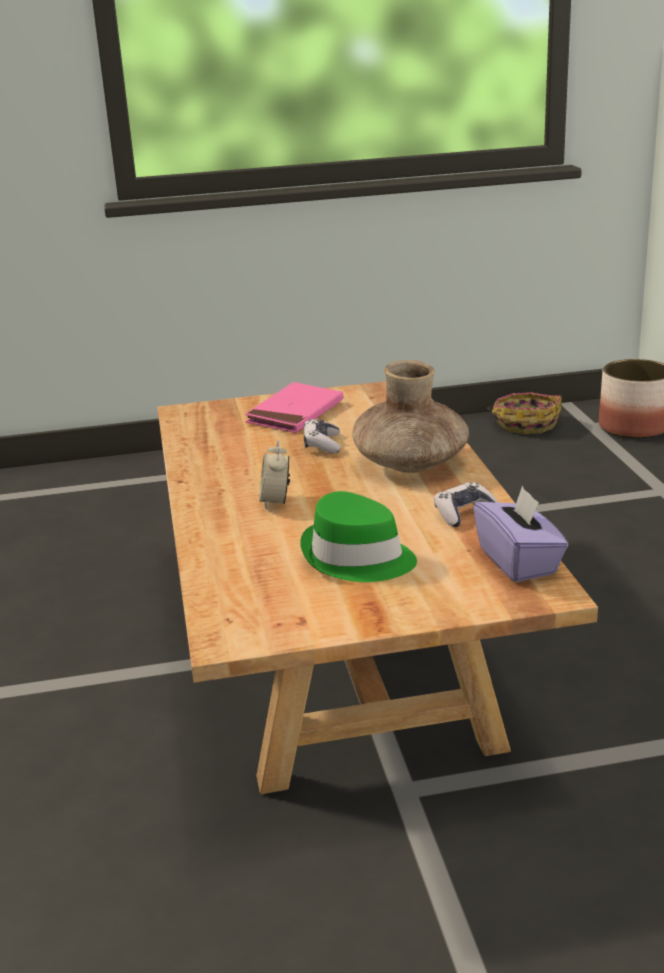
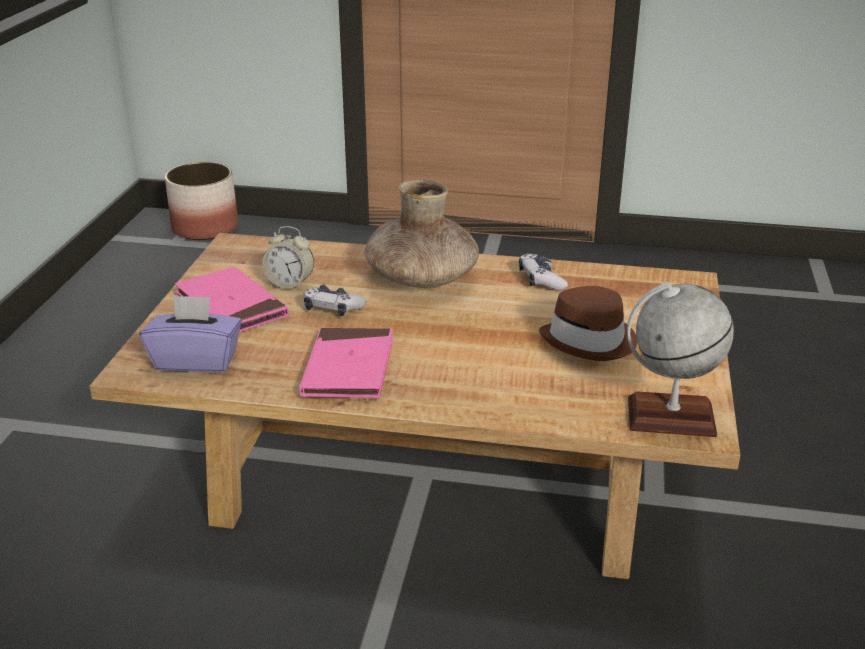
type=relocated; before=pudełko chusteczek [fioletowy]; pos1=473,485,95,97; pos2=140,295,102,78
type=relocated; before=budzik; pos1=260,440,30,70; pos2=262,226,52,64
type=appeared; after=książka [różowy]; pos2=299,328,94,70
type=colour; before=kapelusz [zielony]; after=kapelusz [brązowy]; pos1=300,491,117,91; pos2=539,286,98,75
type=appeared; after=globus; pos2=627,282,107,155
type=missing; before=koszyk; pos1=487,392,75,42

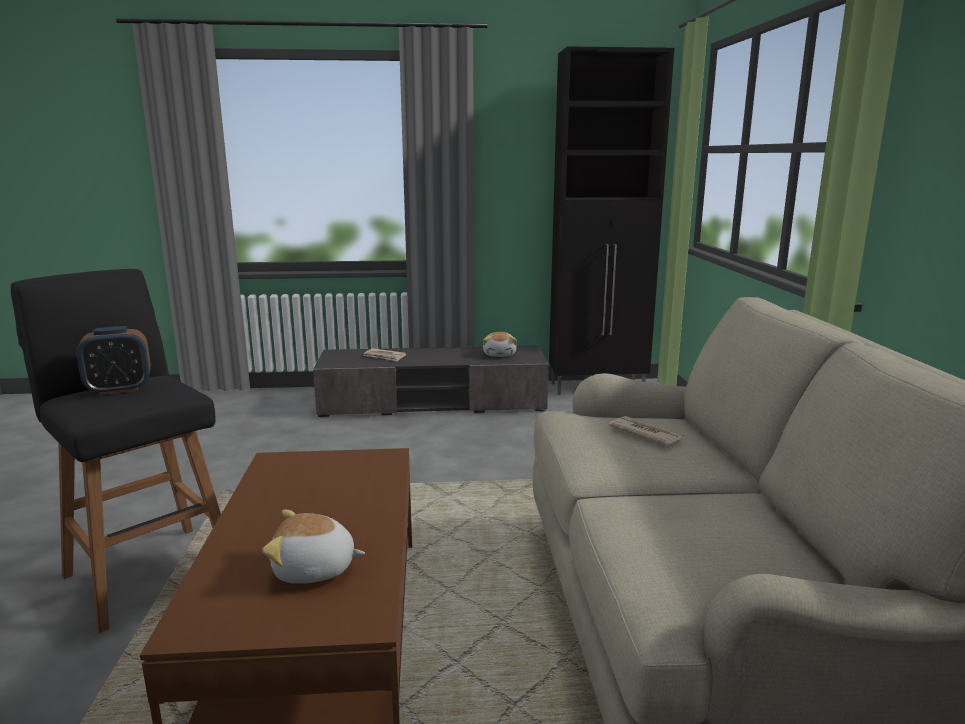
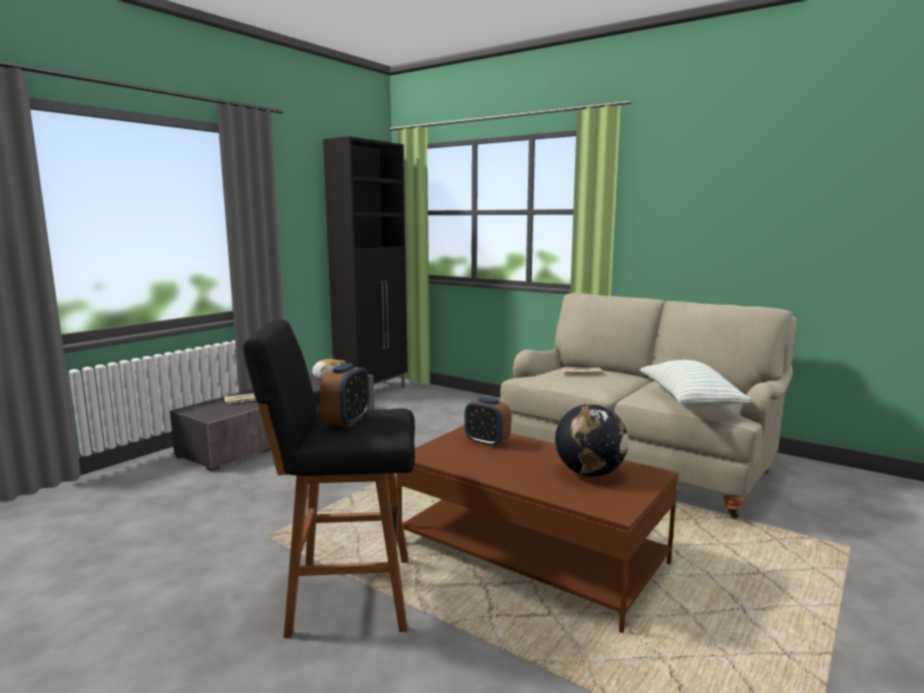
type=appeared; after=budzik; pos2=465,397,46,50
type=exchanged; before=pluszak; after=globus; pos1=262,510,103,74; pos2=555,404,74,73
type=appeared; after=poduszka; pos2=640,360,112,47

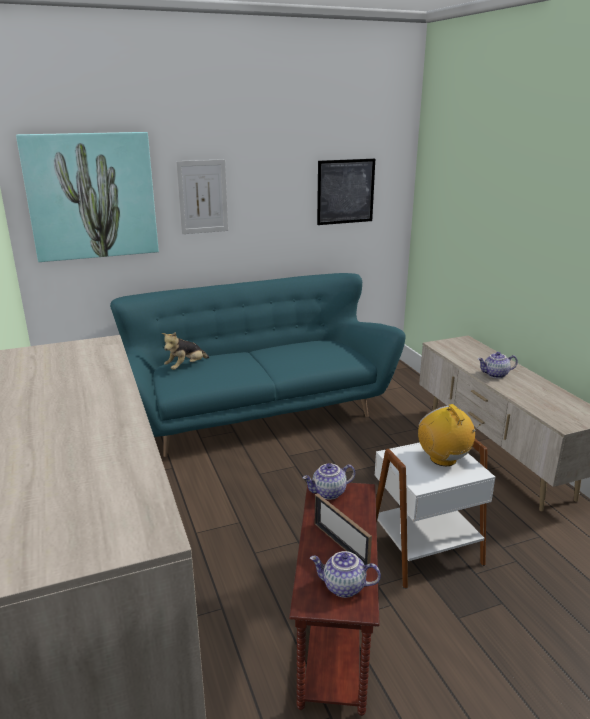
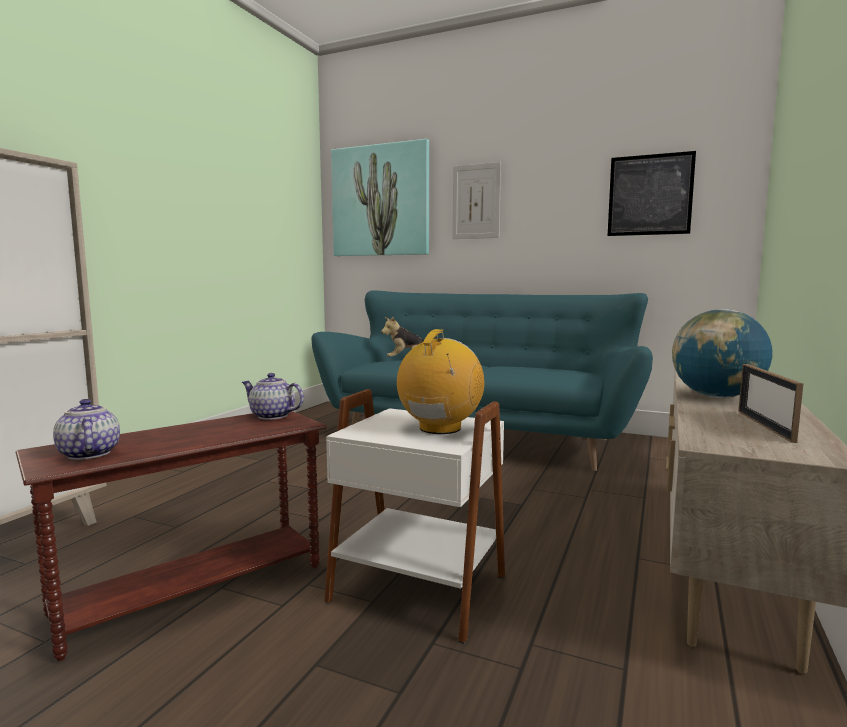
type=exchanged; before=imbryk; after=globus; pos1=478,352,40,26; pos2=672,309,100,89
type=relocated; before=ramka na zdjęcie; pos1=315,493,57,76; pos2=738,364,65,79

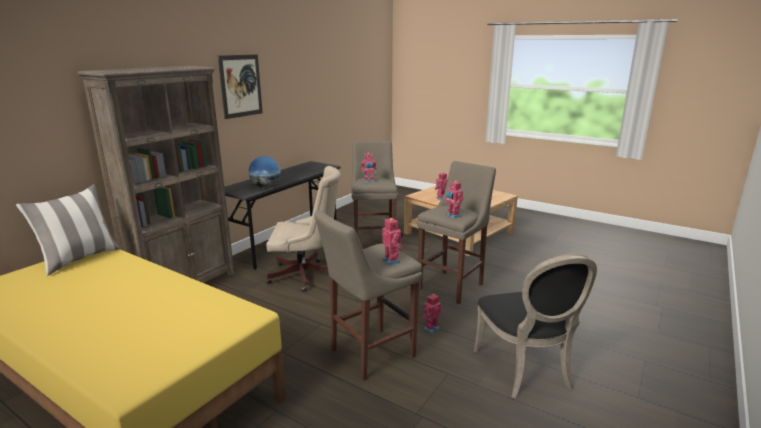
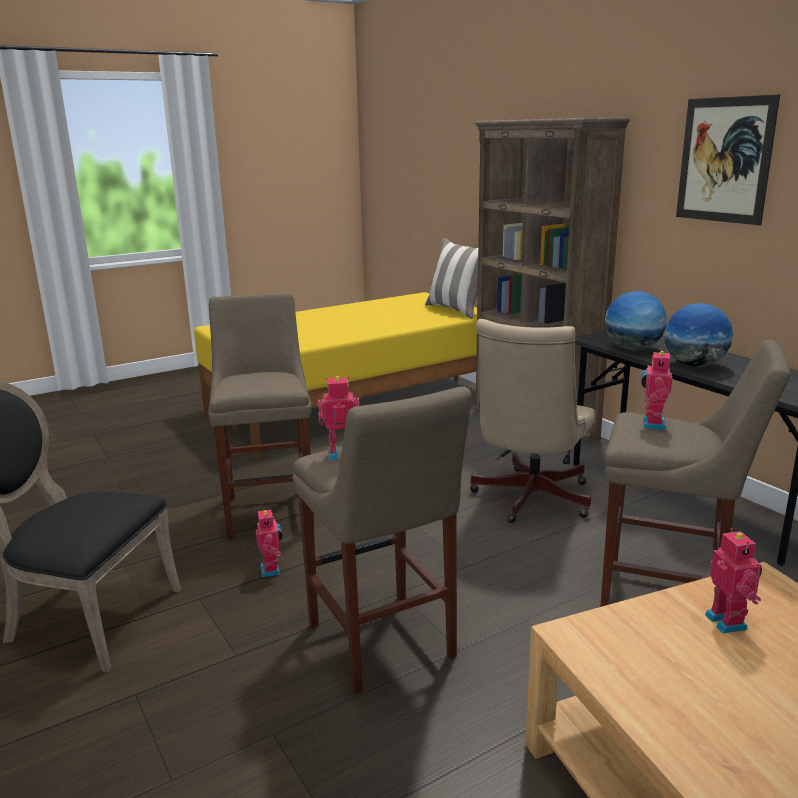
type=appeared; after=globus; pos2=665,303,68,64
type=missing; before=robot zabawkowy; pos1=382,217,21,48

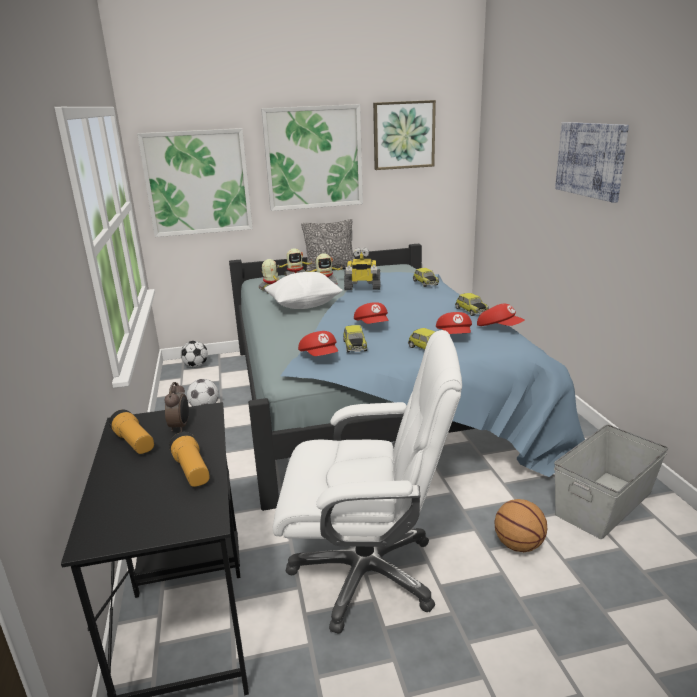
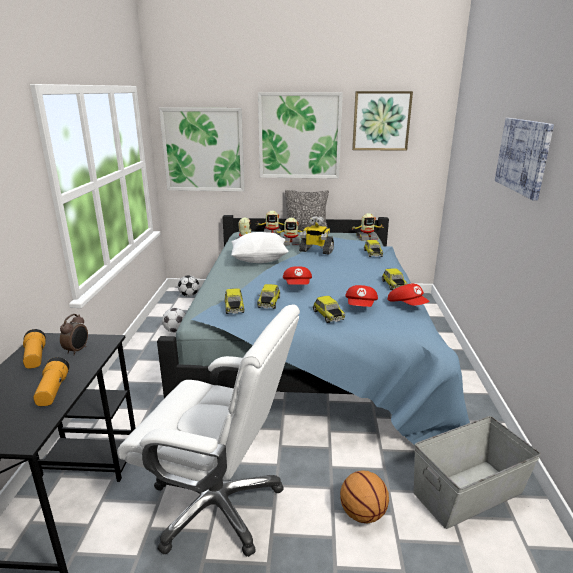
type=exchanged; before=czapka z daszkiem [czerwony]; after=samochodzik; pos1=298,331,40,25; pos2=224,288,20,26
type=appeared; after=robot zabawkowy; pos2=353,213,30,27

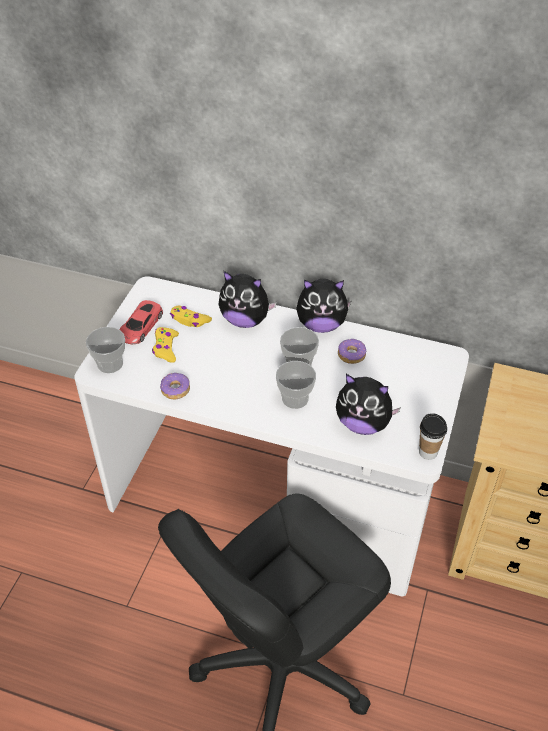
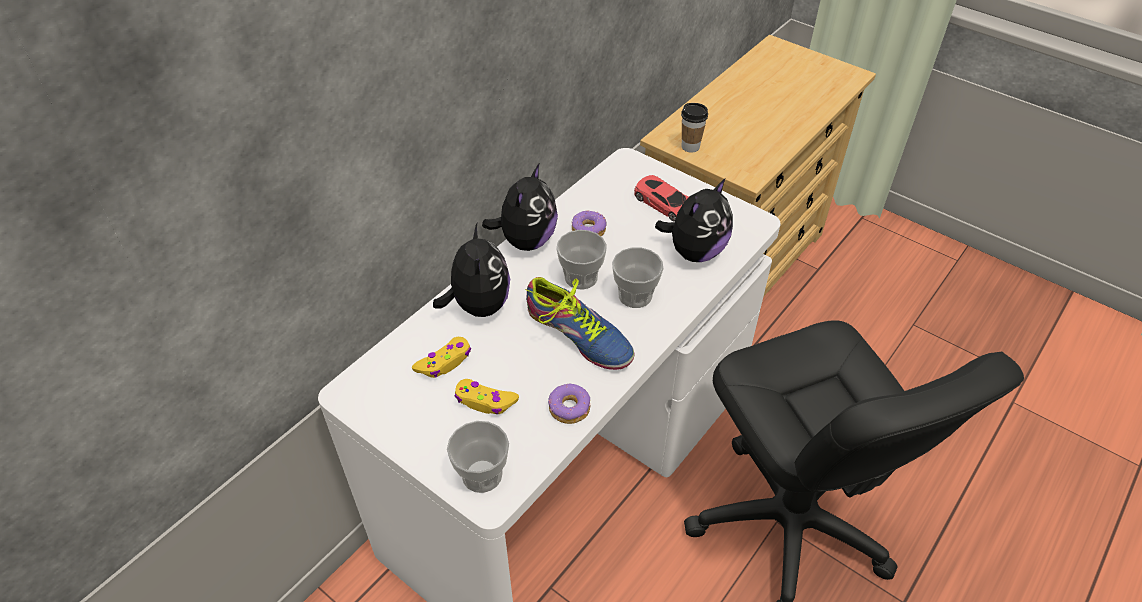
type=spun; before=pluszak; pos1=218,271,59,57; pos2=433,224,77,93; turn=-45
type=appeared; after=but; pos2=525,277,109,93
type=relocated; before=samochodzik [czerwony]; pos1=119,300,44,44; pos2=634,175,55,47
type=relocated; before=filiżanka; pos1=419,413,28,47; pos2=681,103,27,50

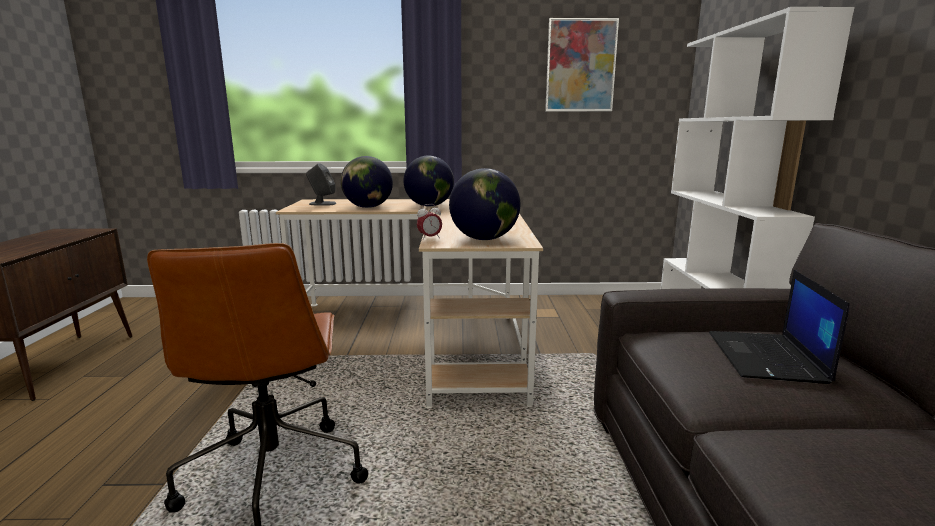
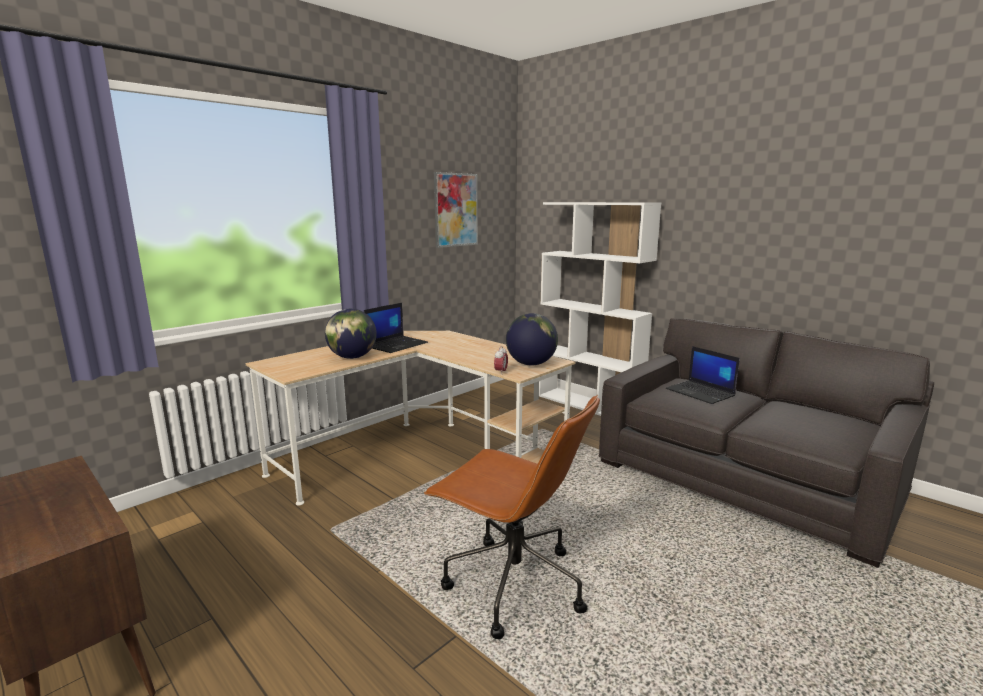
type=exchanged; before=globus; after=laptop; pos1=403,156,51,51; pos2=364,303,64,50
type=missing; before=głośnik [szary]; pos1=306,163,31,43

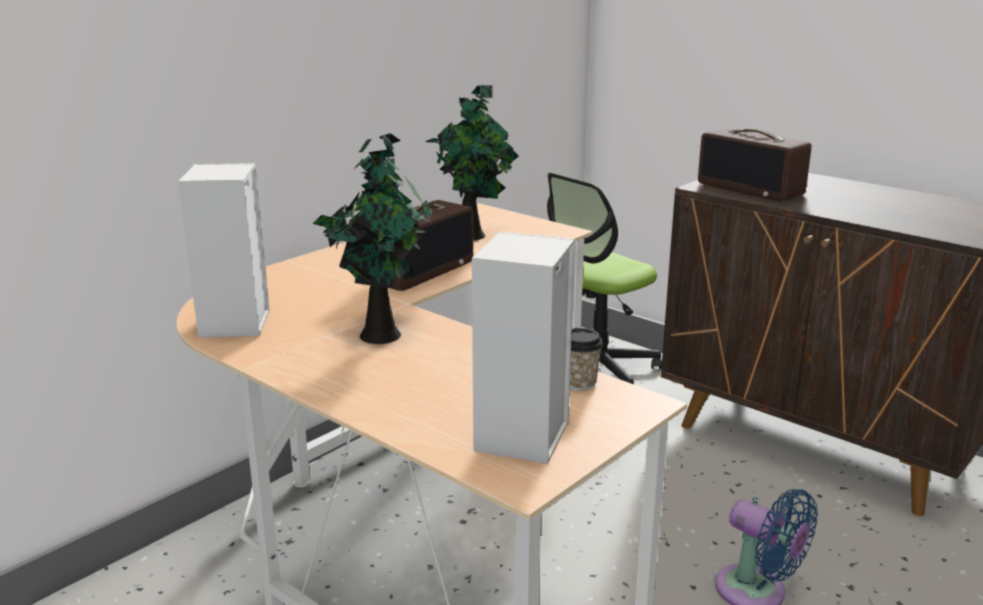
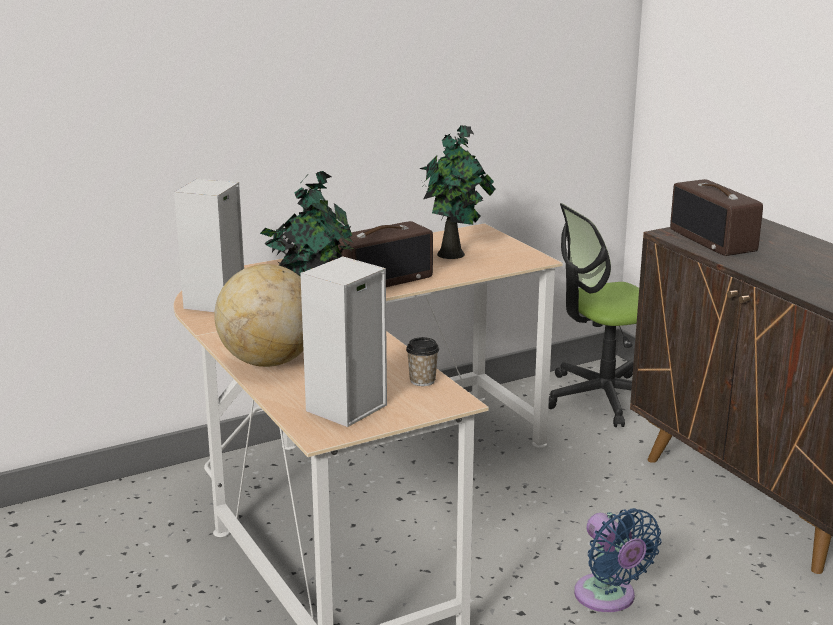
type=appeared; after=globus; pos2=214,264,90,103

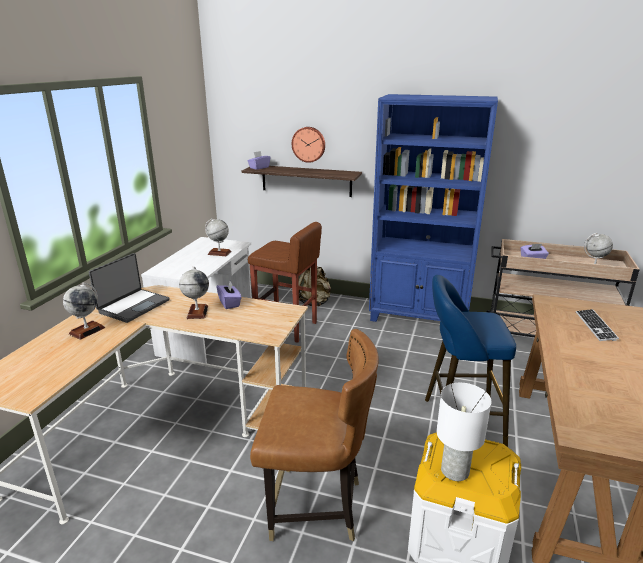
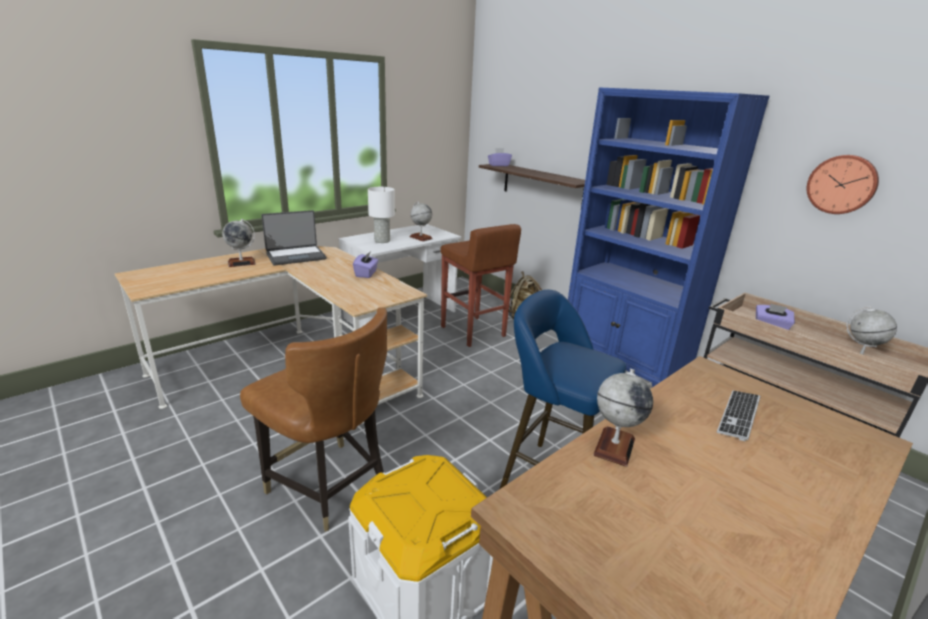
type=relocated; before=lampa stołowa [biały]; pos1=437,383,55,98; pos2=368,187,27,56
type=relocated; before=globus; pos1=179,267,30,52; pos2=593,369,60,98
type=relocated; before=zegar ścienny; pos1=292,127,33,36; pos2=807,155,72,59

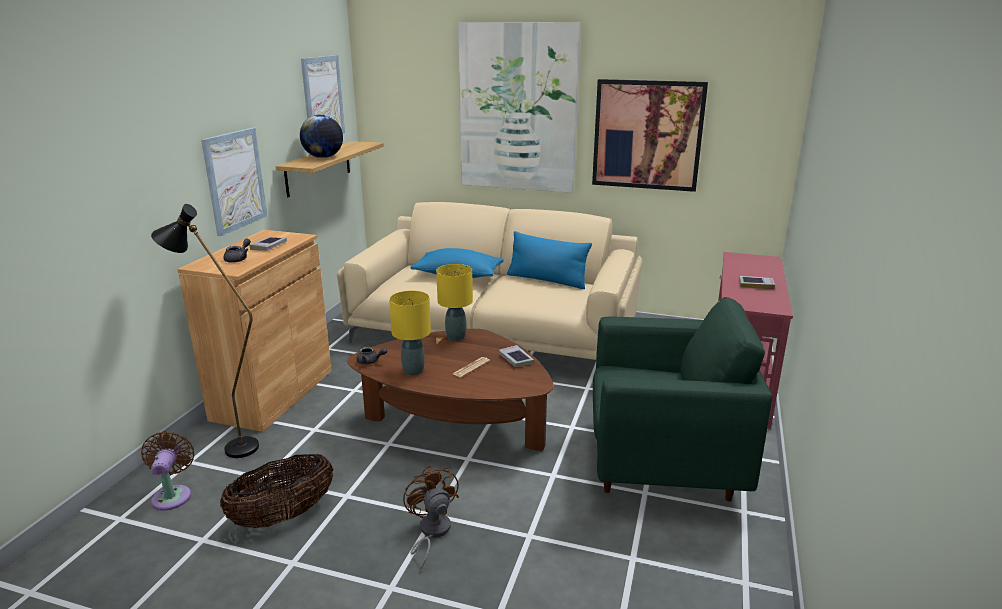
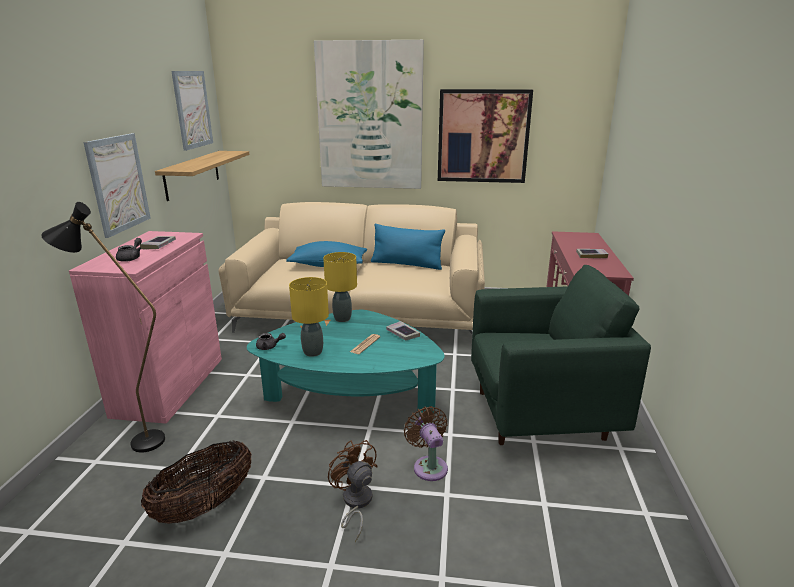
type=colour; before=szafka [brązowy]; after=szafka [różowy]; pos1=178,230,154,202; pos2=69,231,153,193
type=colour; before=ława [brązowy]; after=ława [turkusowy]; pos1=347,329,207,122; pos2=247,310,198,103
type=relocated; before=wentylator [brązowy]; pos1=141,431,53,80; pos2=404,406,44,75
type=missing; before=globus; pos1=300,115,43,43

